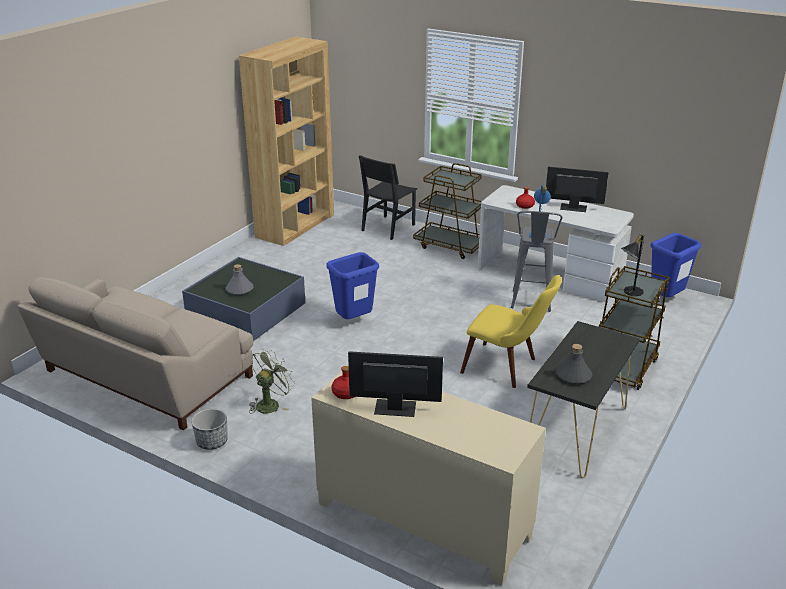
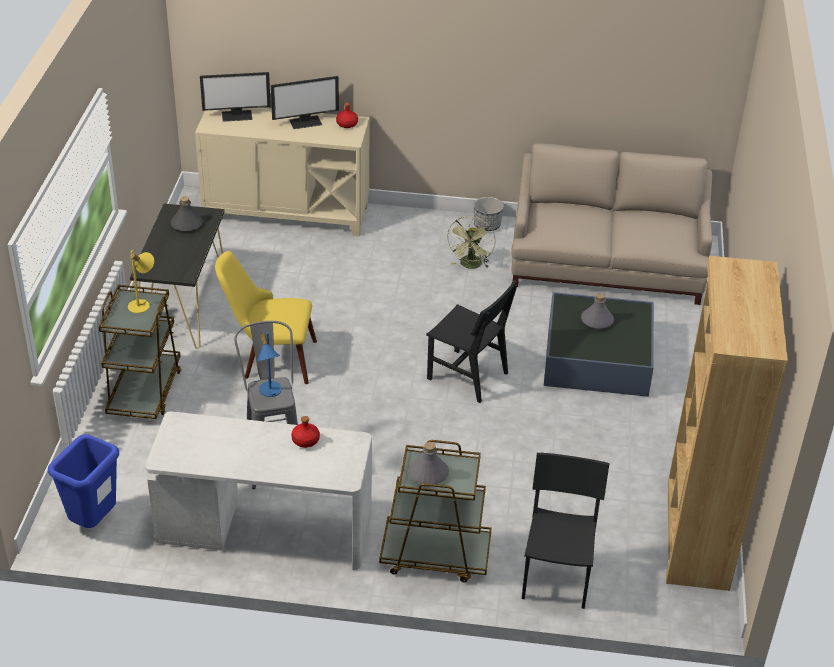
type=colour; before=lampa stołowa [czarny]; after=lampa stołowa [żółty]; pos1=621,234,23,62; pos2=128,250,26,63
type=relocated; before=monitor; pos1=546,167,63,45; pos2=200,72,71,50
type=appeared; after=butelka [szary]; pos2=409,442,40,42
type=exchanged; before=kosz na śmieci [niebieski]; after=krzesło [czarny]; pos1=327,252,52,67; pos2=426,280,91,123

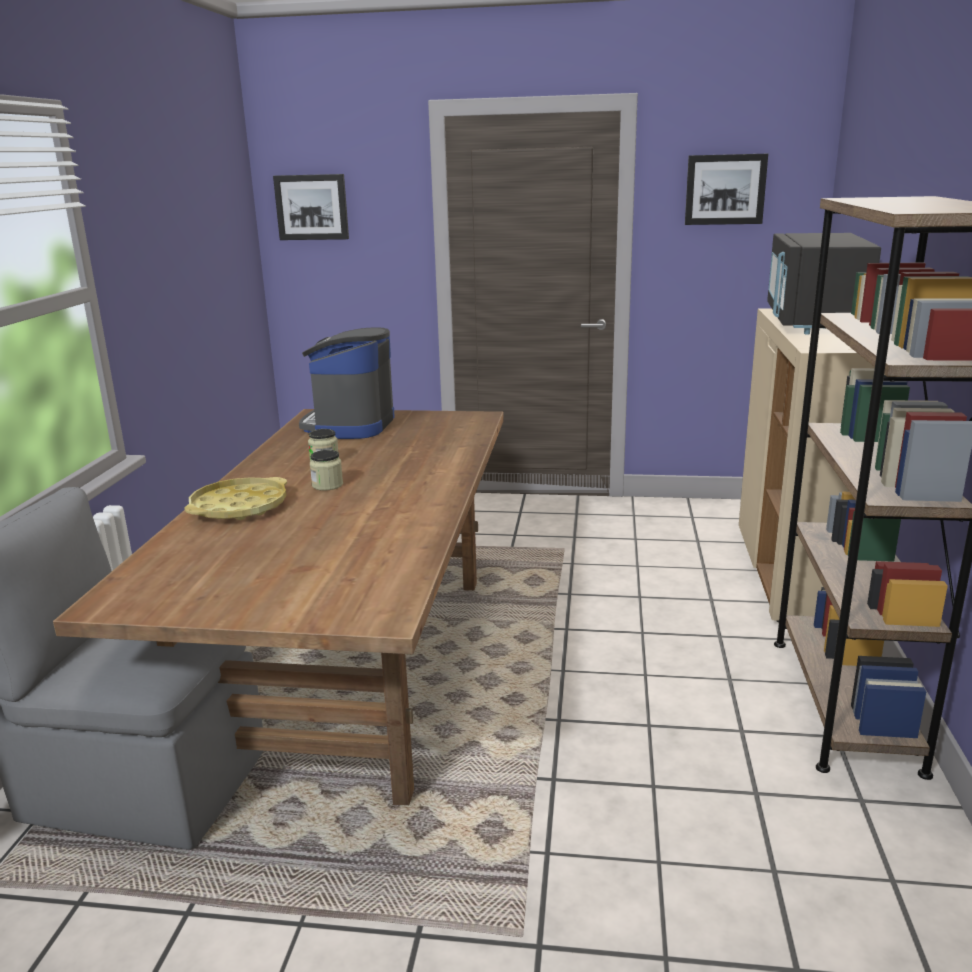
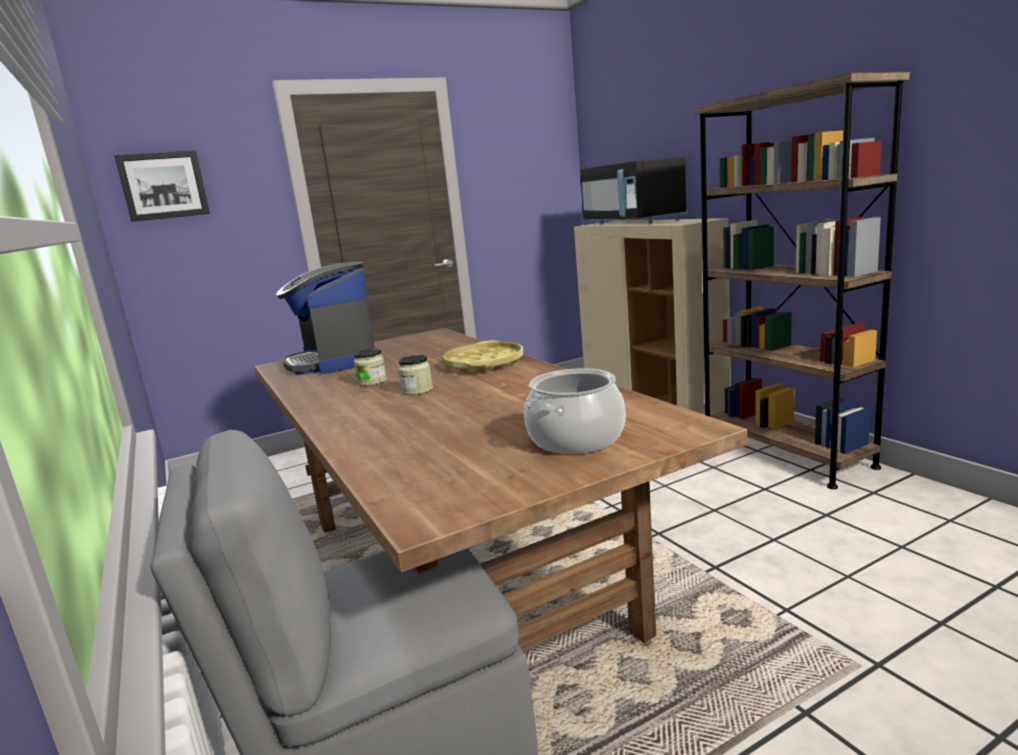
type=relocated; before=taca [żółty]; pos1=185,477,102,43; pos2=443,340,81,31
type=appeared; after=garnek; pos2=524,369,102,85
type=missing; before=obraz; pos1=685,154,83,71

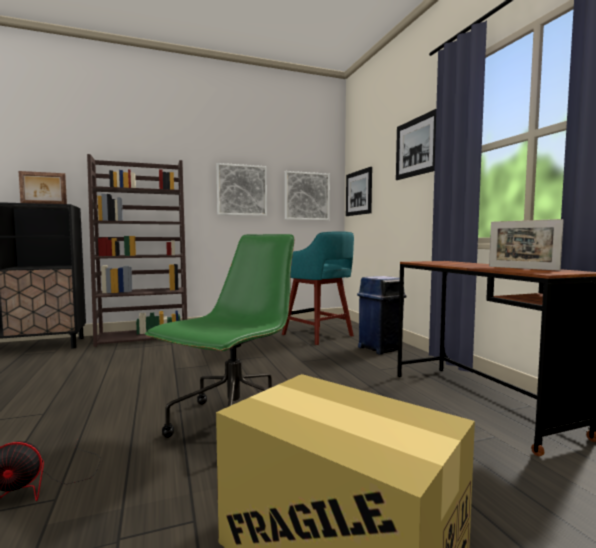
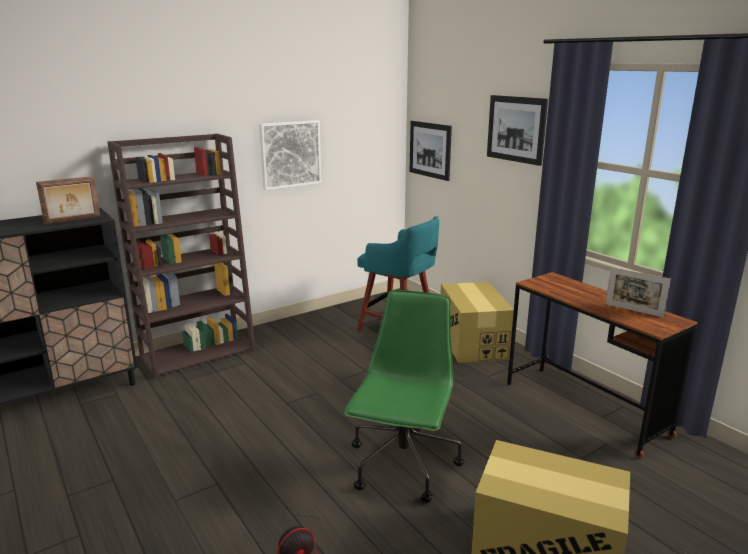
type=exchanged; before=kosz na śmieci [niebieski]; after=karton; pos1=357,276,50,79; pos2=440,282,74,81
type=missing; before=obraz; pos1=285,171,45,49

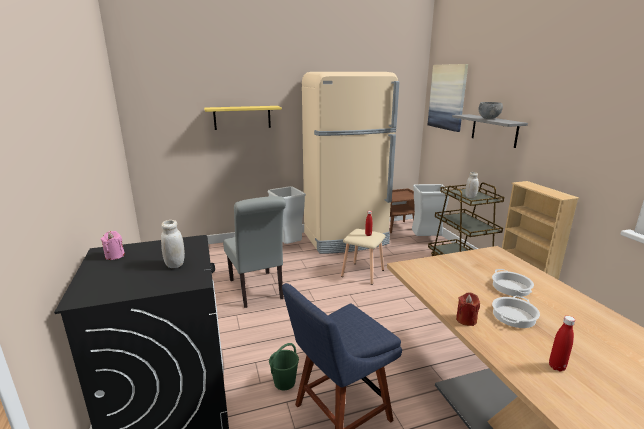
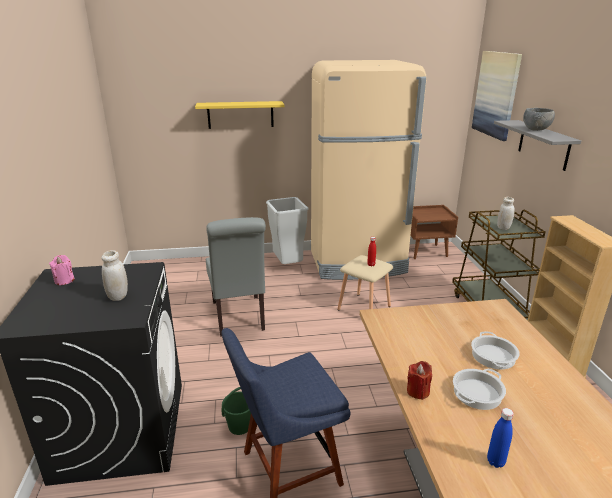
type=colour; before=butelka [czerwony]; after=butelka [niebieski]; pos1=549,316,26,56; pos2=487,408,27,60
type=missing; before=kosz na śmieci [szary]; pos1=412,184,37,52

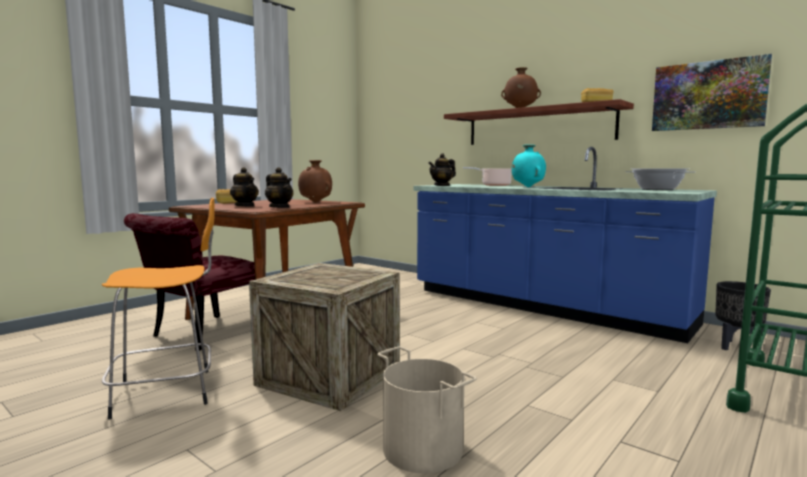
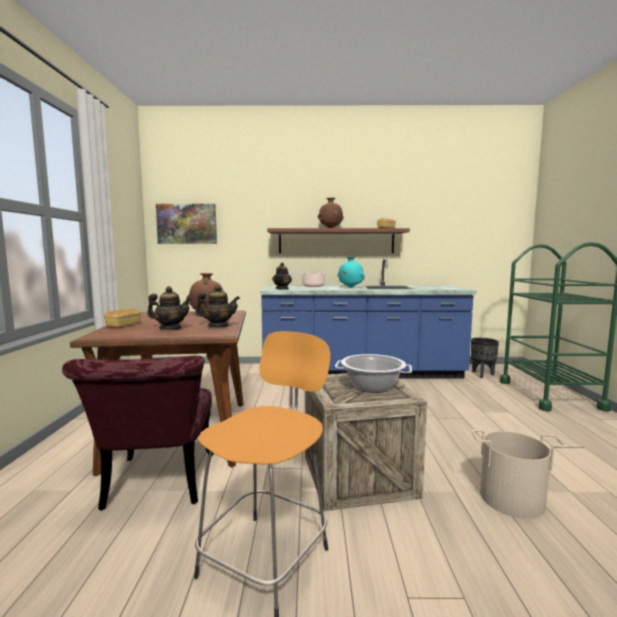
type=relocated; before=obraz; pos1=652,54,120,77; pos2=156,204,61,40
type=relocated; before=garnek; pos1=625,168,70,22; pos2=335,354,77,39

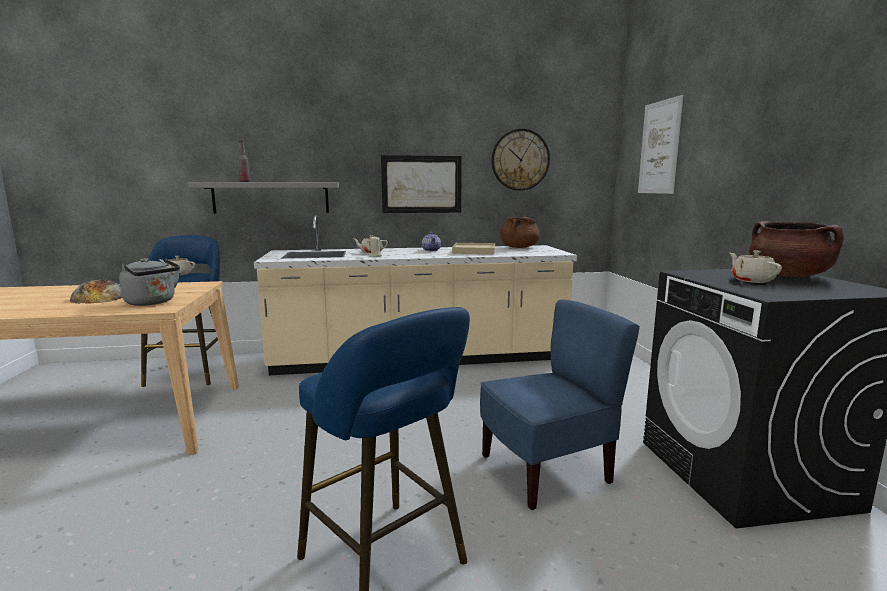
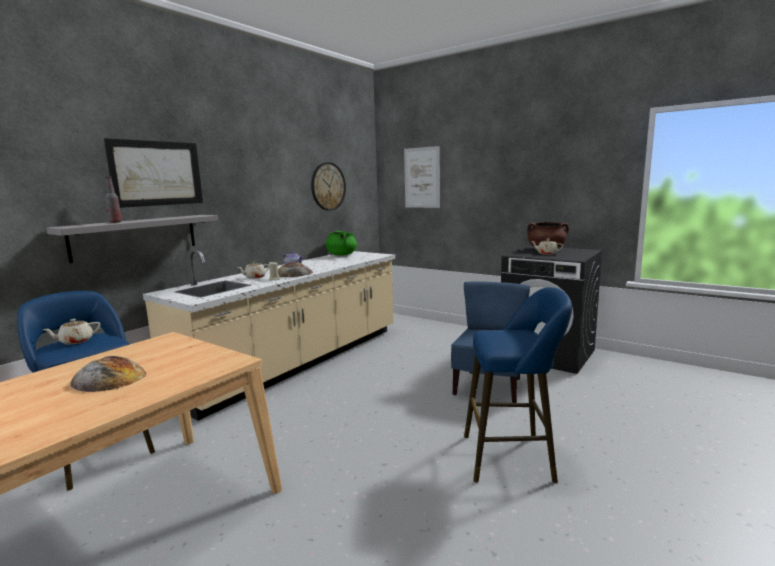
type=relocated; before=obraz; pos1=381,155,81,58; pos2=104,138,99,70
type=appeared; after=chleb; pos2=278,262,35,15
type=colour; before=garnek [brązowy]; after=garnek [zielony]; pos1=500,217,40,31; pos2=325,231,32,25
type=missing; before=czajnik [szary]; pos1=119,258,61,48
type=missing; before=taca [beżowy]; pos1=452,243,43,11

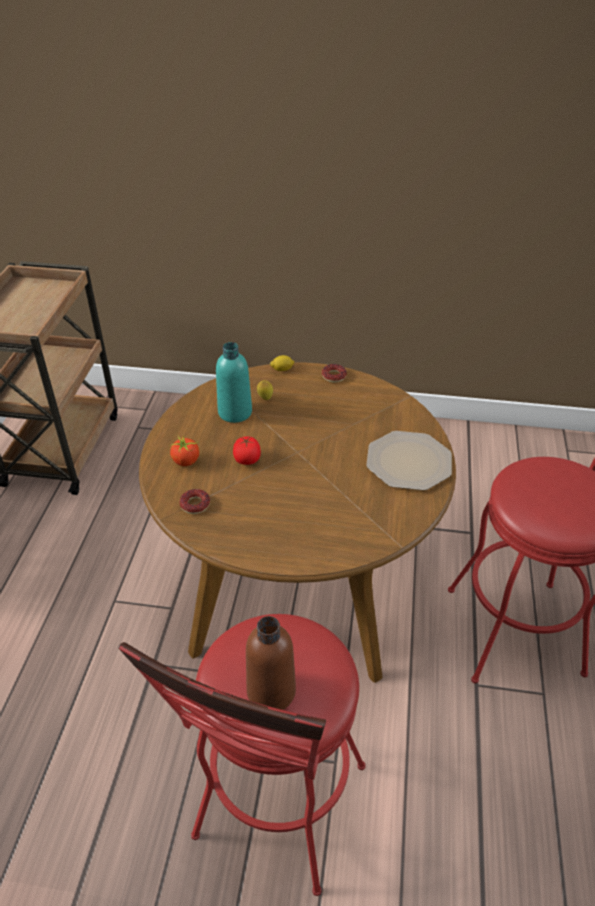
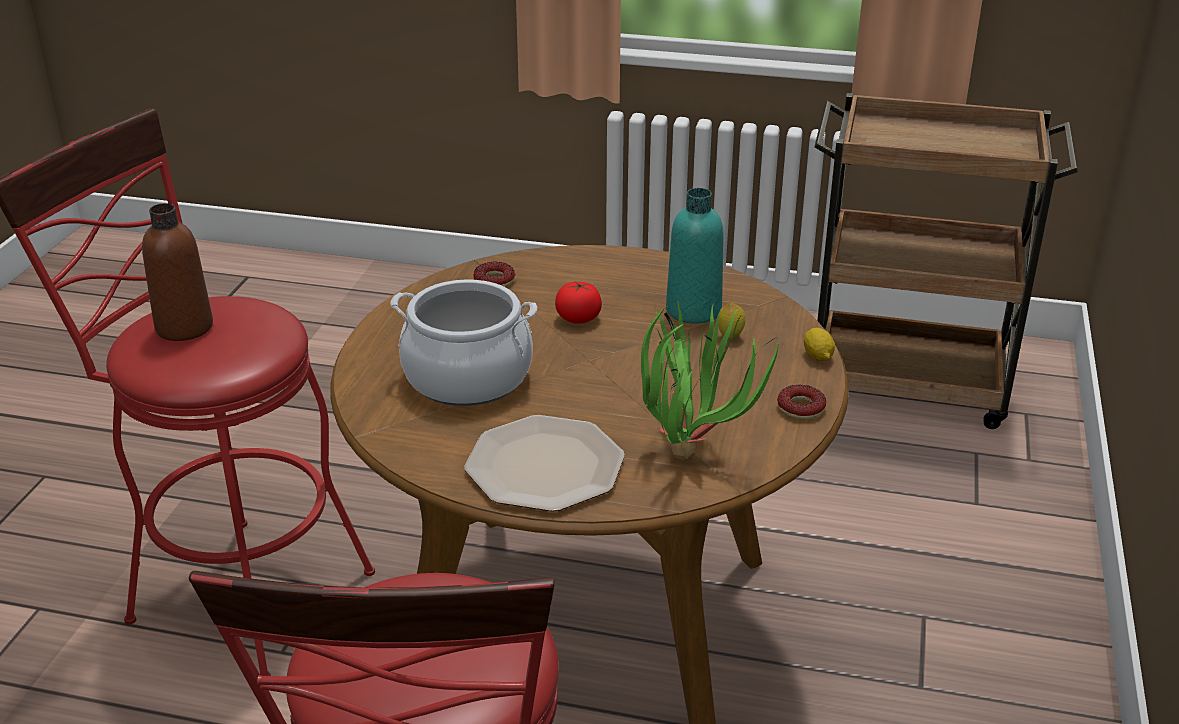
type=appeared; after=garnek; pos2=390,279,147,127
type=appeared; after=roślina doniczkowa; pos2=641,297,138,165
type=missing; before=pomidor; pos1=170,436,29,30

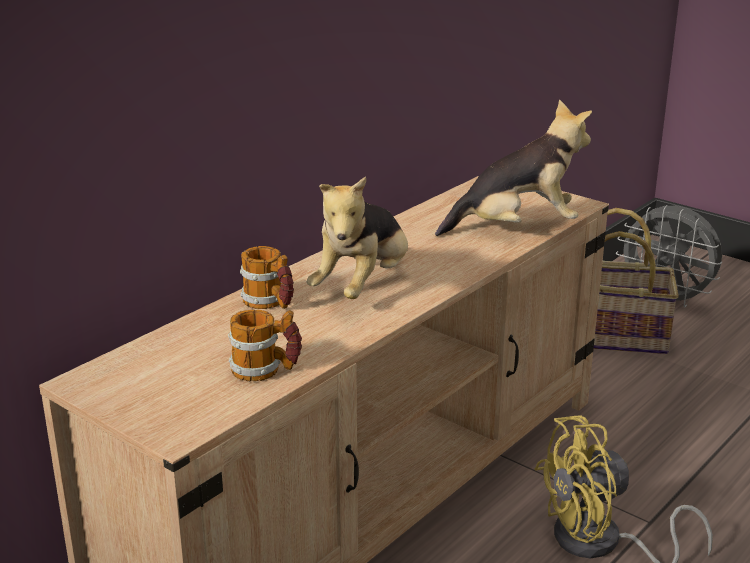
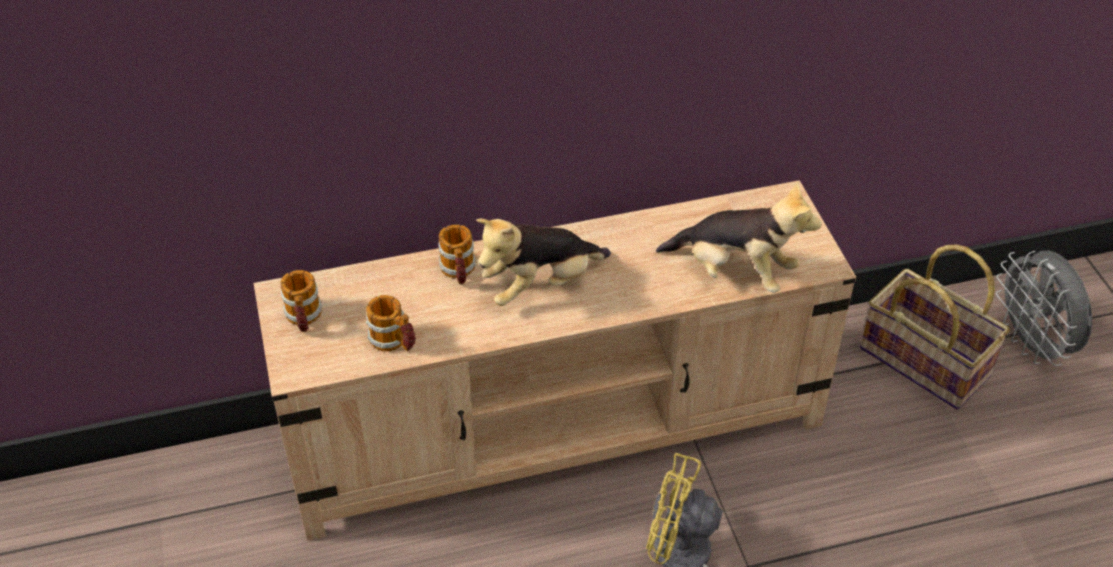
type=appeared; after=kubek; pos2=280,270,42,62

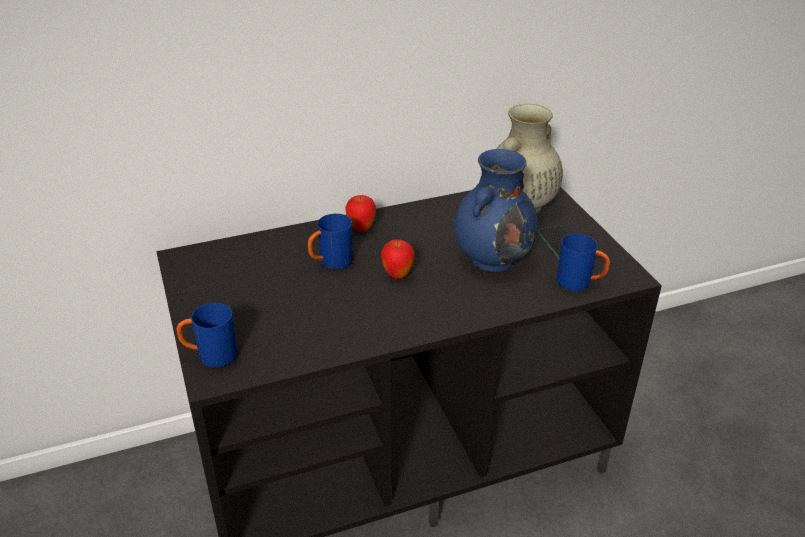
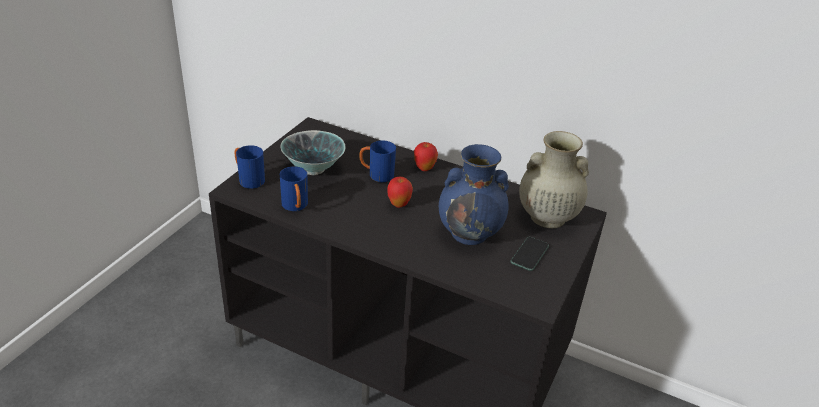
type=appeared; after=miska; pos2=280,130,65,45
type=relocated; before=kubek [niebieski]; pos1=557,234,53,57; pos2=280,166,28,45

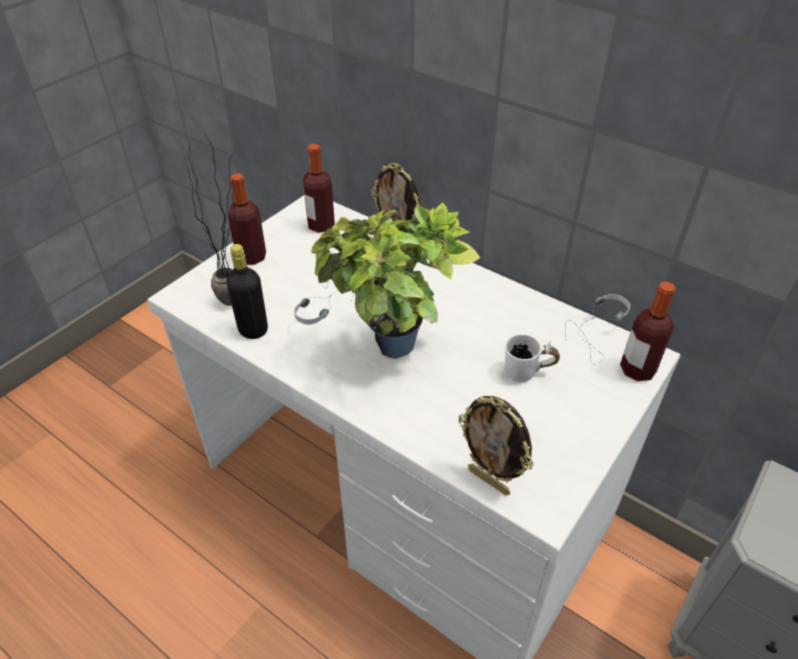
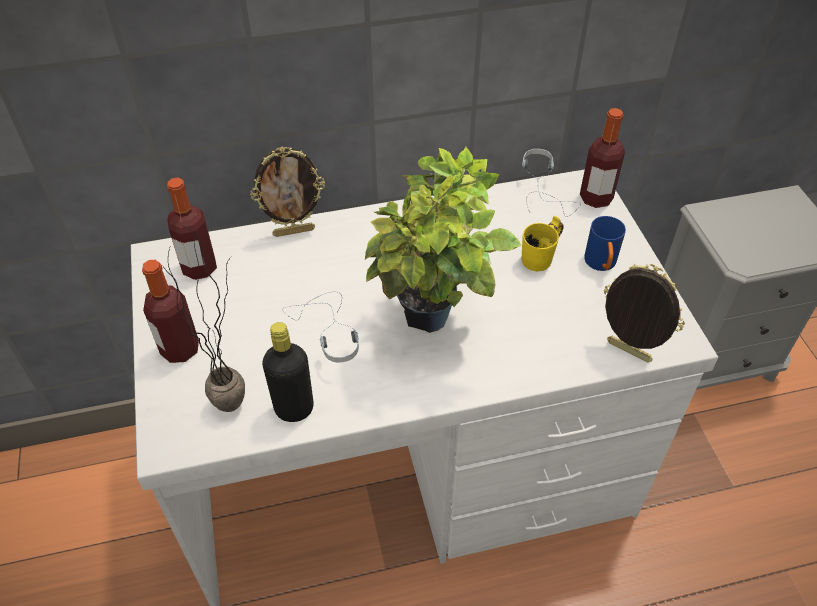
type=colour; before=kubek [biały]; after=kubek [żółty]; pos1=505,334,55,48; pos2=522,216,42,55
type=appeared; after=kubek [niebieski]; pos2=584,216,42,55
type=spun; before=ramka na zdjęcie; pos1=459,396,75,99; pos2=604,264,81,99; turn=-135

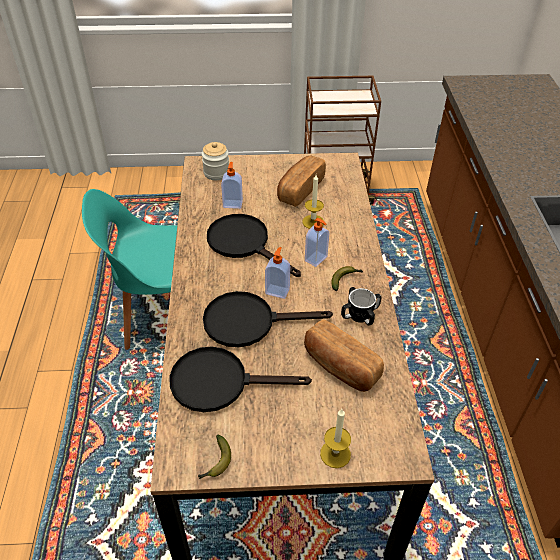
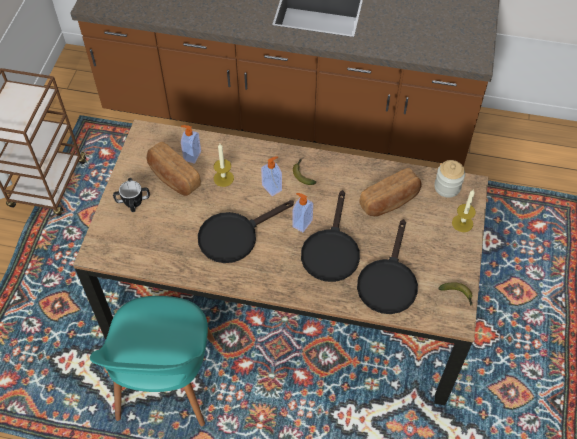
type=relocated; before=kubek; pos1=341,287,40,39; pos2=113,178,37,34
type=relocated; before=dozownik mydła; pos1=221,162,22,47; pos2=181,125,20,39
type=relocated; before=słoik; pos1=202,142,27,38; pos2=434,160,31,38

